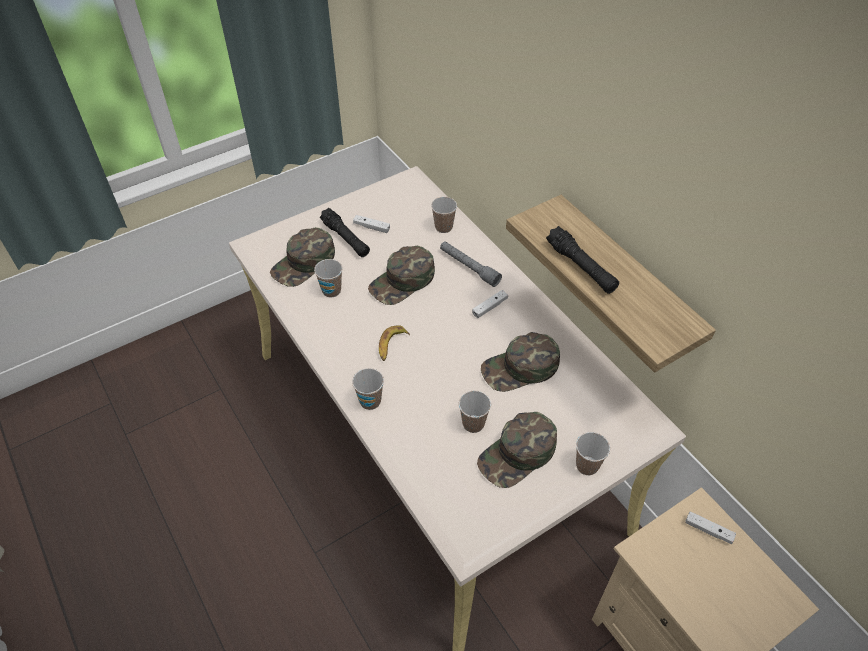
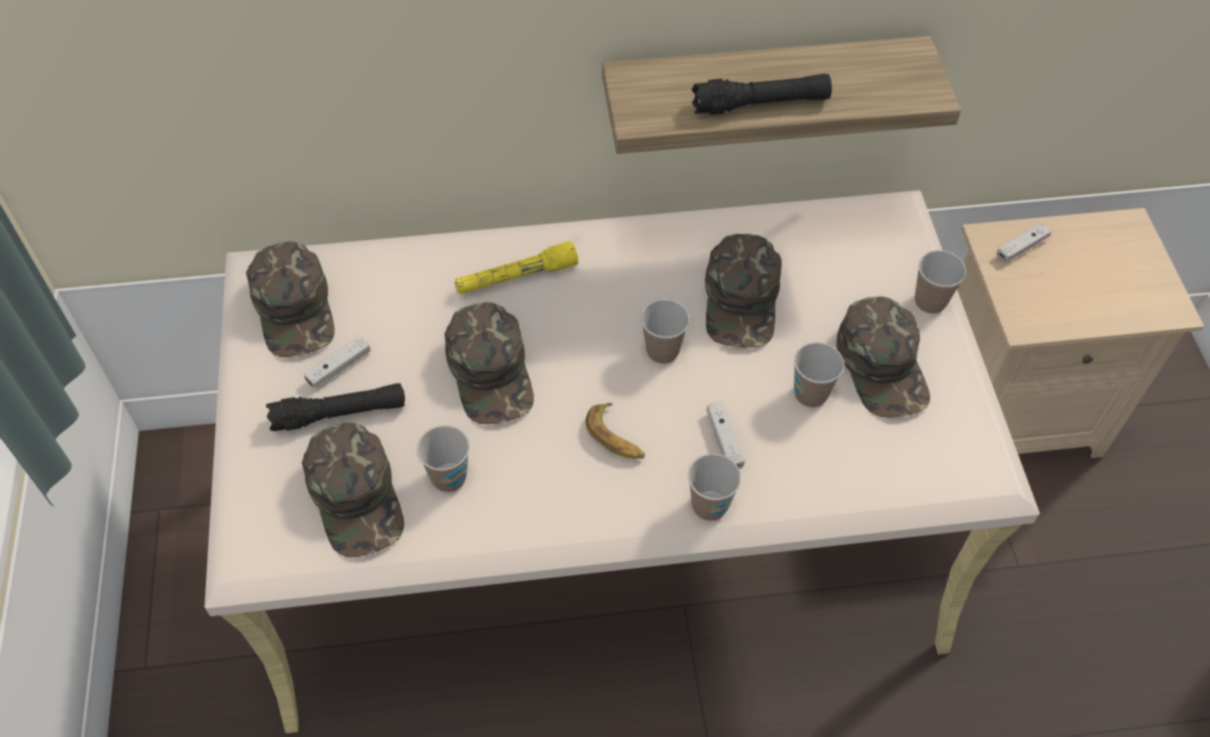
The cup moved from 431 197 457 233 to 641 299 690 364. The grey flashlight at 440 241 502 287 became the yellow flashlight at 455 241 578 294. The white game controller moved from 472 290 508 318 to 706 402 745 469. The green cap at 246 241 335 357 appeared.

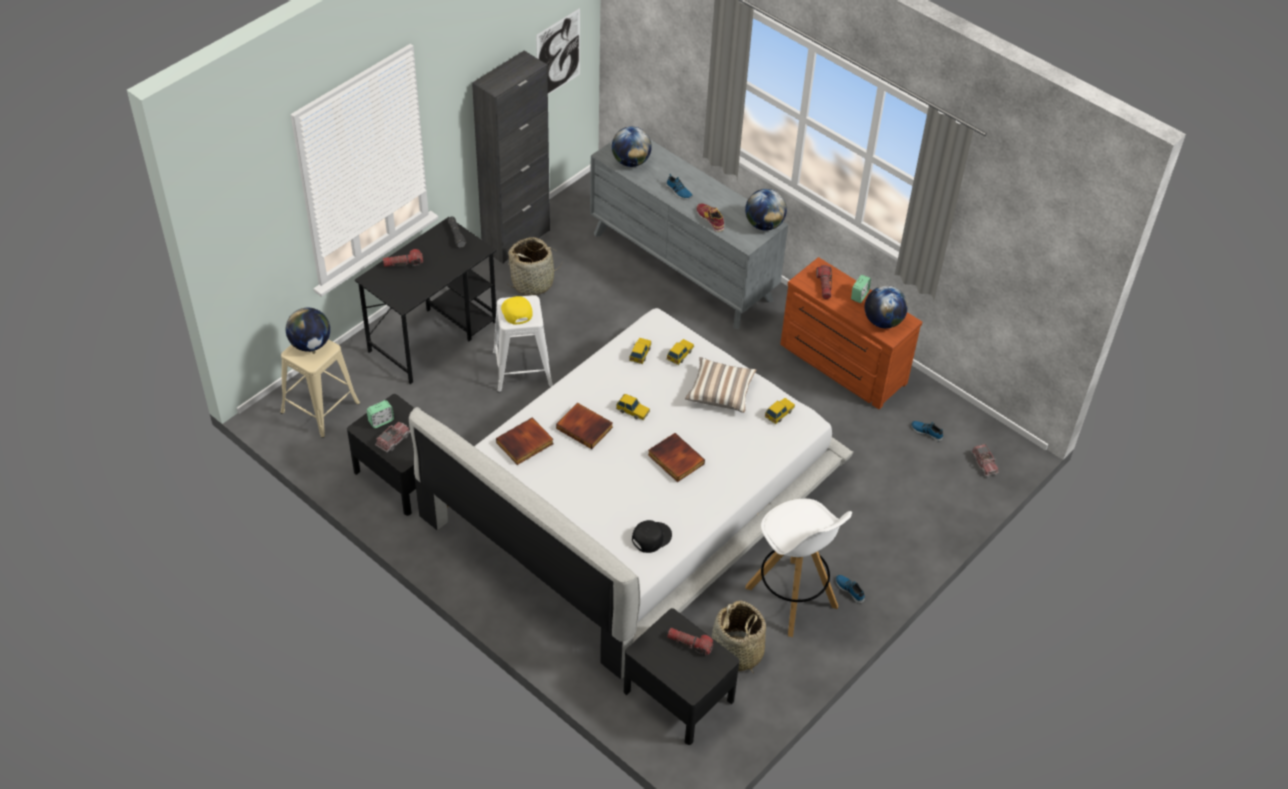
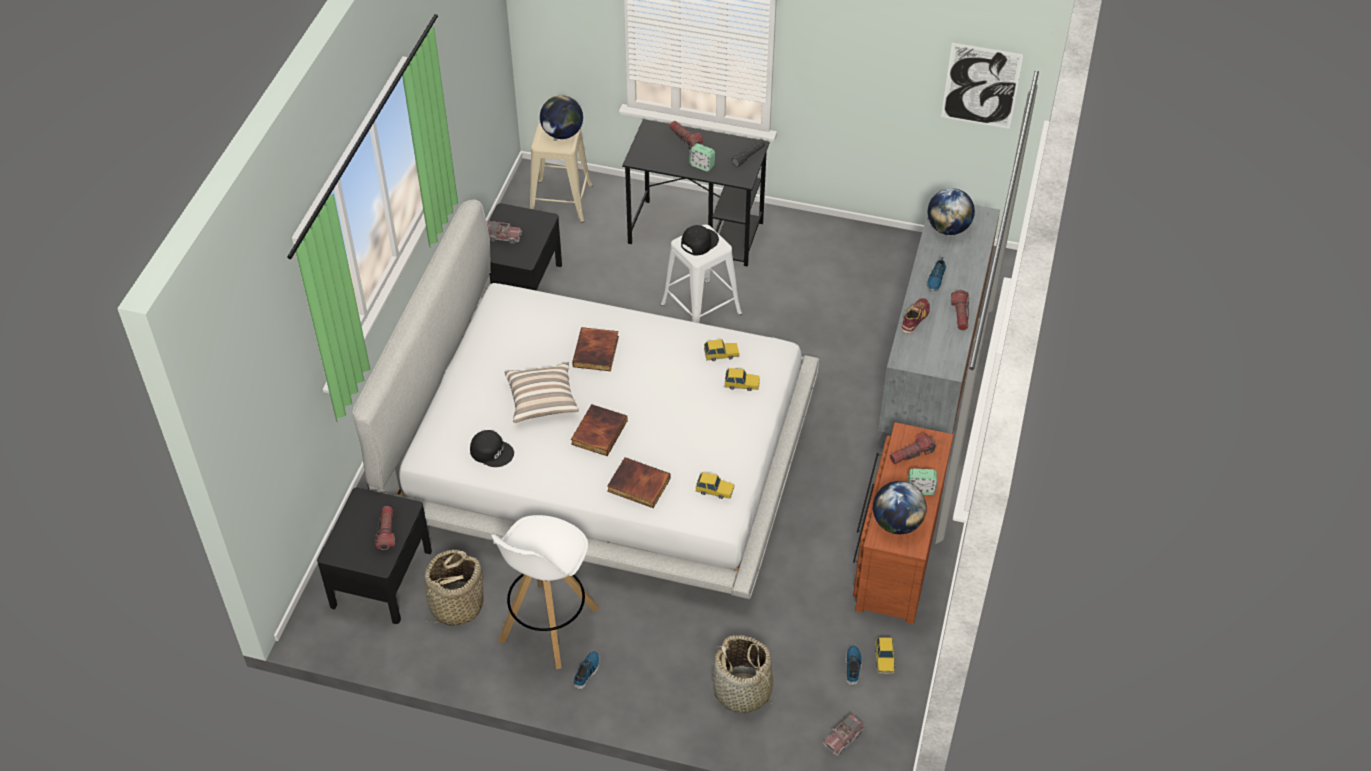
The alarm clock moved from 367 400 394 428 to 689 143 715 172. The black cabinet at 472 51 550 263 disappeared. The book moved from 496 418 554 465 to 607 457 671 508. The yellow cap at 501 296 532 324 became the black cap at 681 225 719 255. The basket moved from 507 237 563 296 to 713 635 777 713. The toy car moved from 616 394 650 420 to 875 637 896 674. The pillow moved from 685 357 757 413 to 504 362 579 423. The globe at 745 189 787 231 disappeared. The flashlight at 951 290 969 330 appeared.

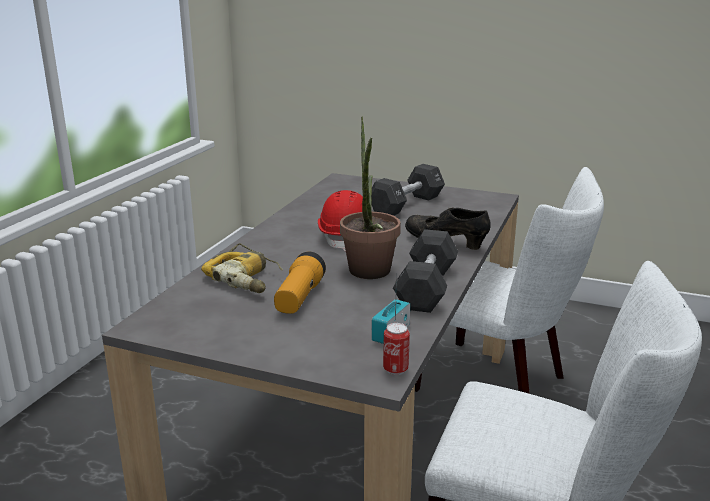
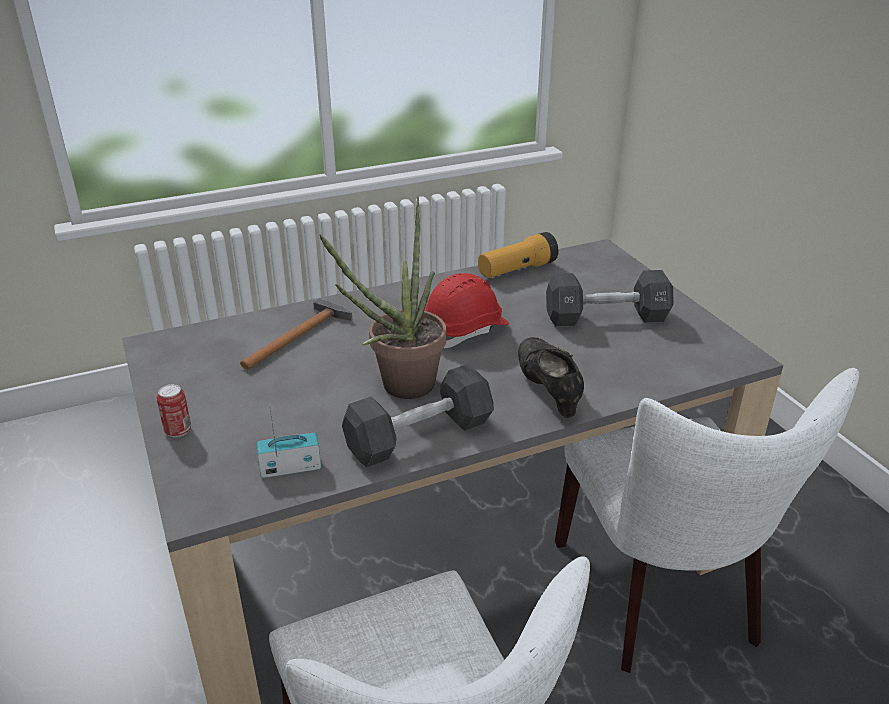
The power drill at 201 243 283 293 was replaced by the hammer at 240 298 353 369. The flashlight moved from 274 252 326 314 to 478 232 559 278. The can moved from 383 323 410 375 to 156 384 191 437.

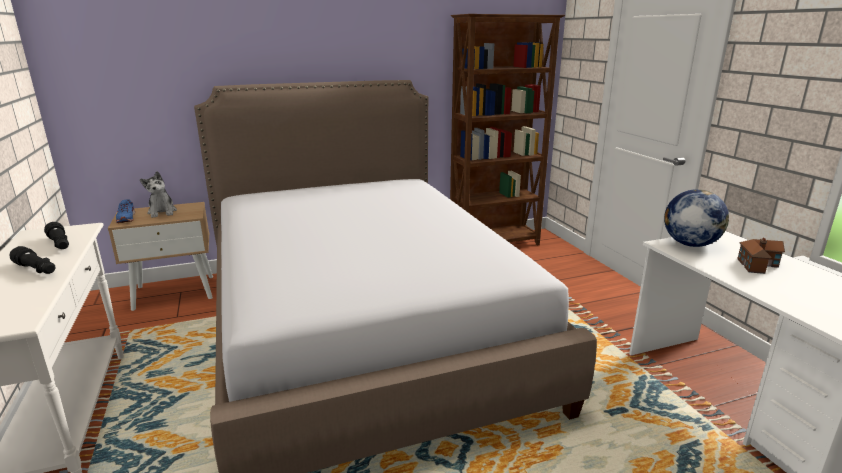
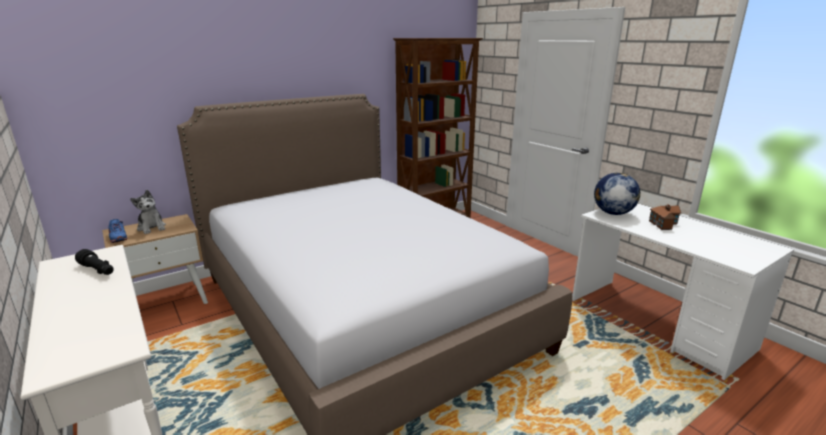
The black flashlight at 9 246 55 274 disappeared.

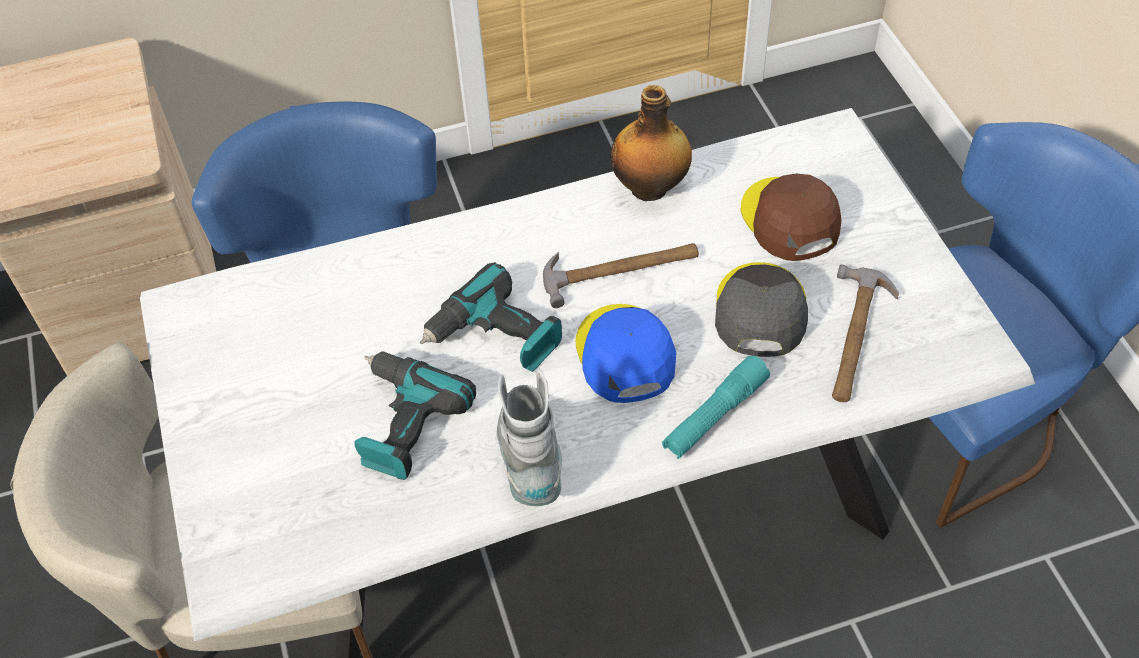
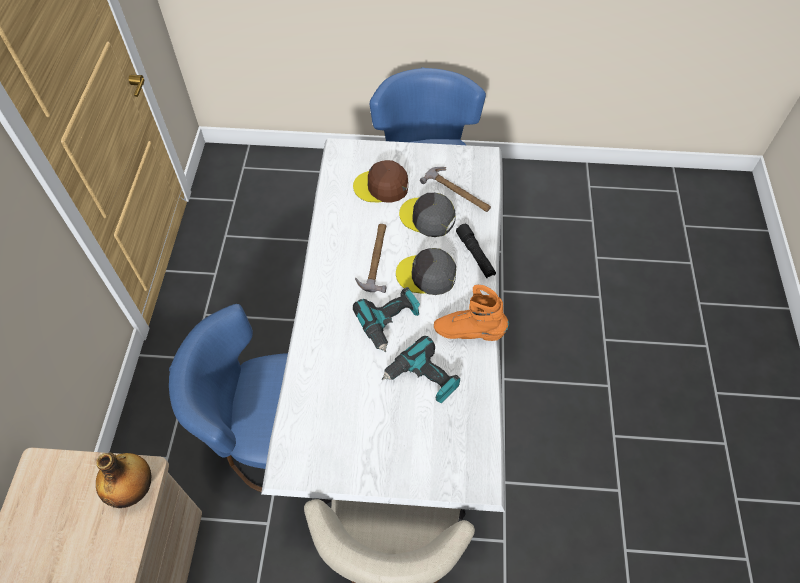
The grey boot at 497 368 562 506 became the orange boot at 434 285 509 341. The blue cap at 576 304 676 403 became the grey cap at 396 248 456 295. The bottle moved from 611 85 692 201 to 96 452 151 508. The turquoise flashlight at 662 355 770 459 became the black flashlight at 456 224 496 278.

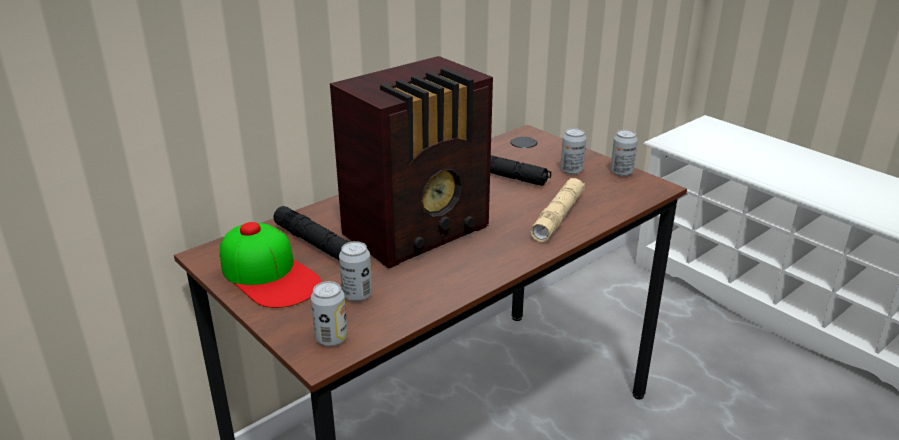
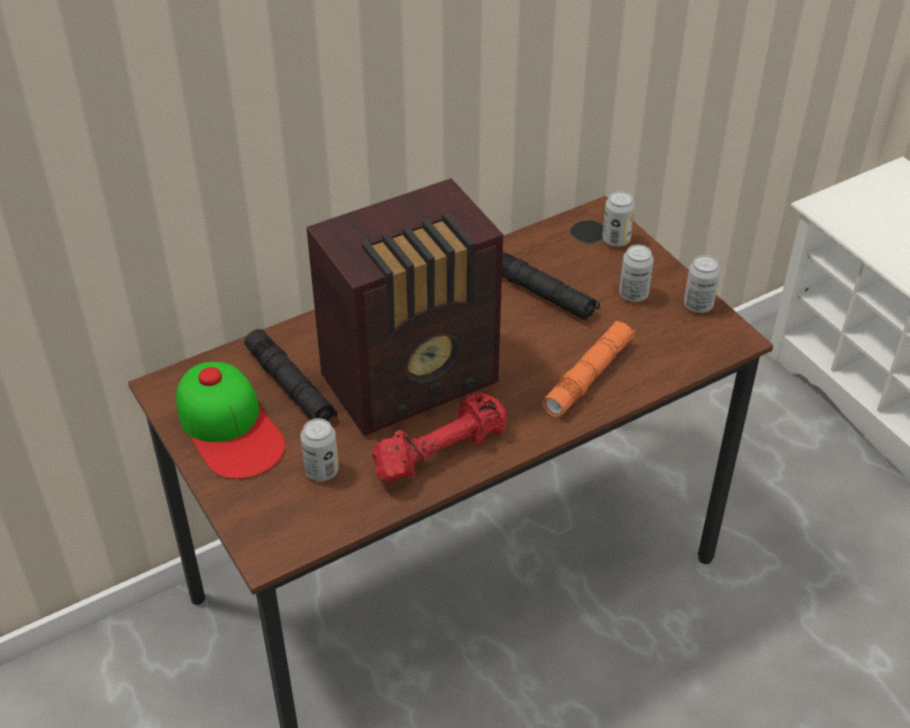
The can moved from 311 281 348 346 to 602 191 635 247. The beige flashlight at 530 178 585 242 became the orange flashlight at 542 321 636 417. The red dumbbell at 372 392 506 483 appeared.

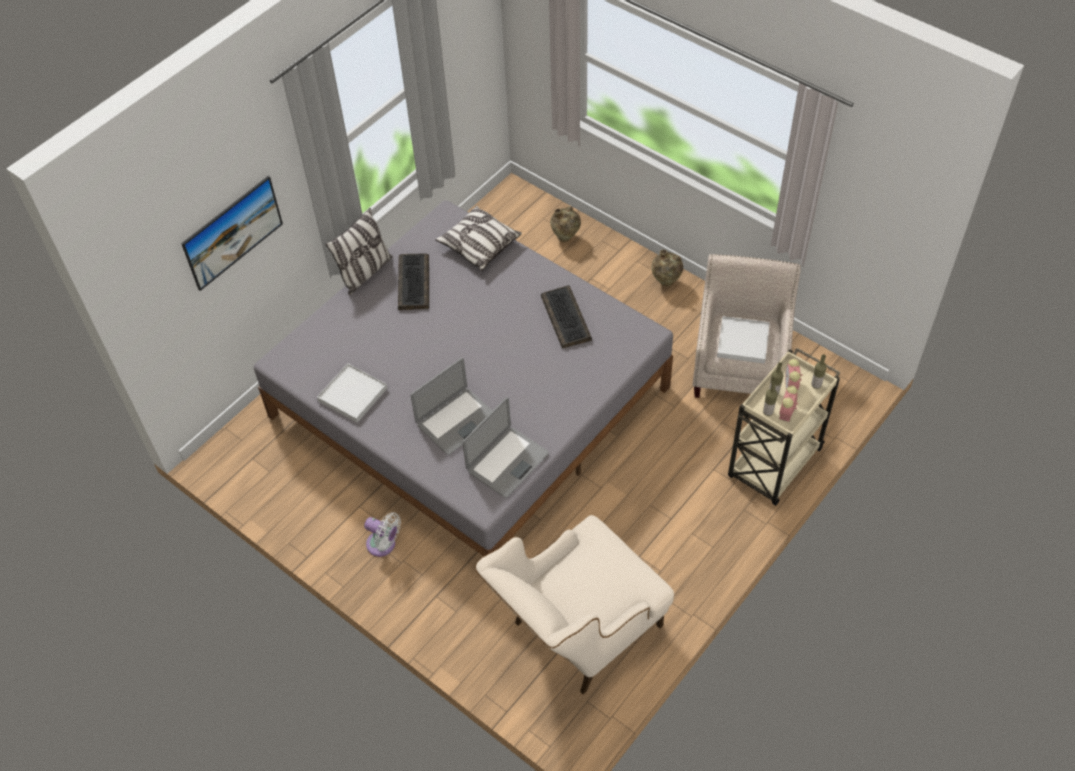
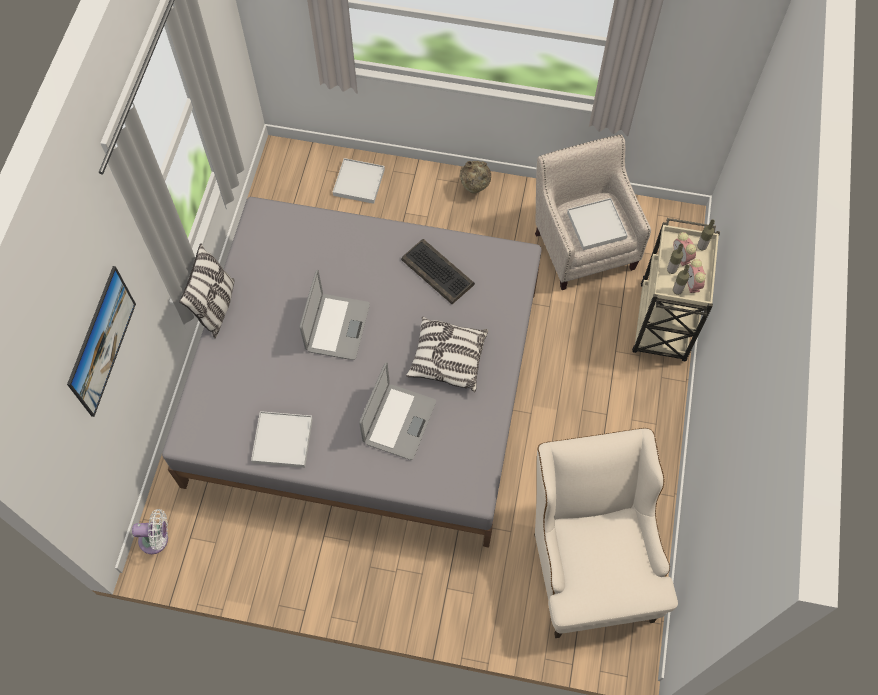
The white fan moved from 364 512 401 557 to 132 509 168 554. The keyboard at 398 253 429 310 disappeared. The pillow moved from 435 205 522 271 to 406 317 488 392. The laptop moved from 463 397 549 498 to 300 270 370 360. The beige armchair at 475 515 674 694 turned 150 degrees clockwise. The beige vase at 550 206 581 242 was replaced by the white tray at 333 158 385 204.

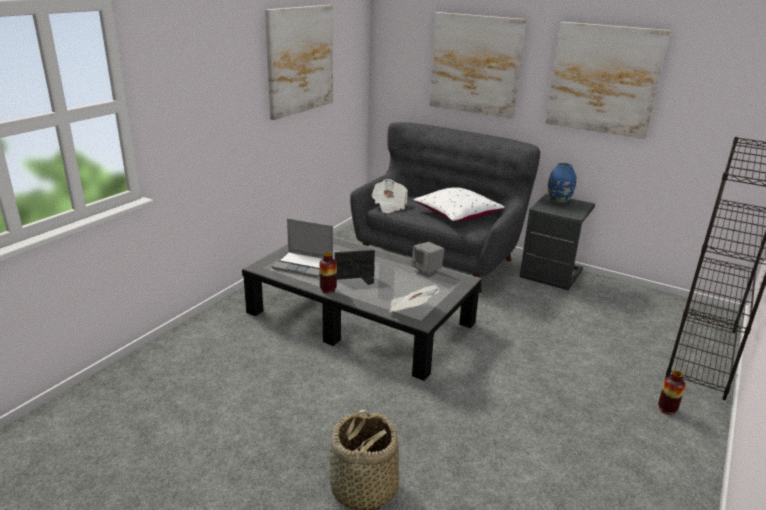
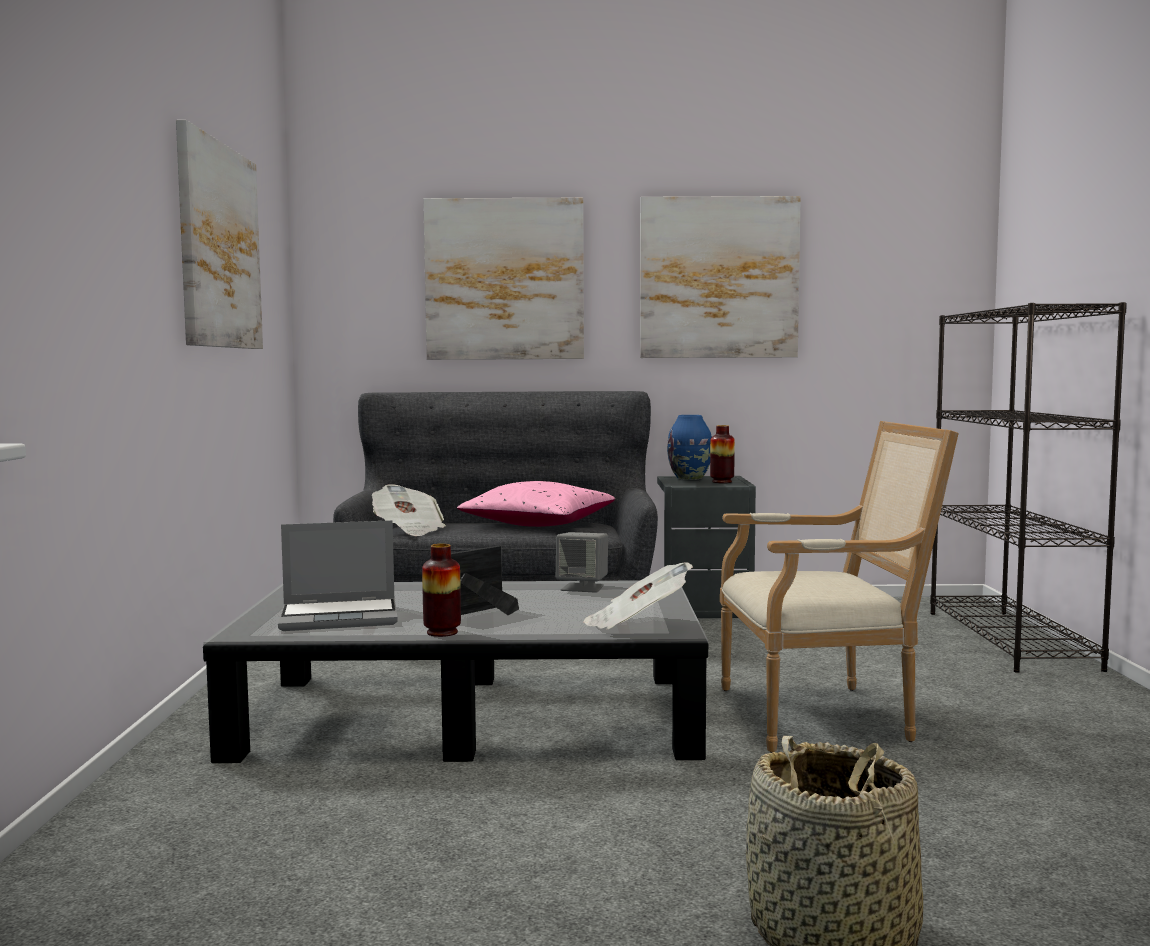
The white pillow at 413 187 505 222 became the pink pillow at 457 481 615 527. The vase moved from 658 370 686 415 to 710 425 735 483. The armchair at 720 421 959 753 appeared.

